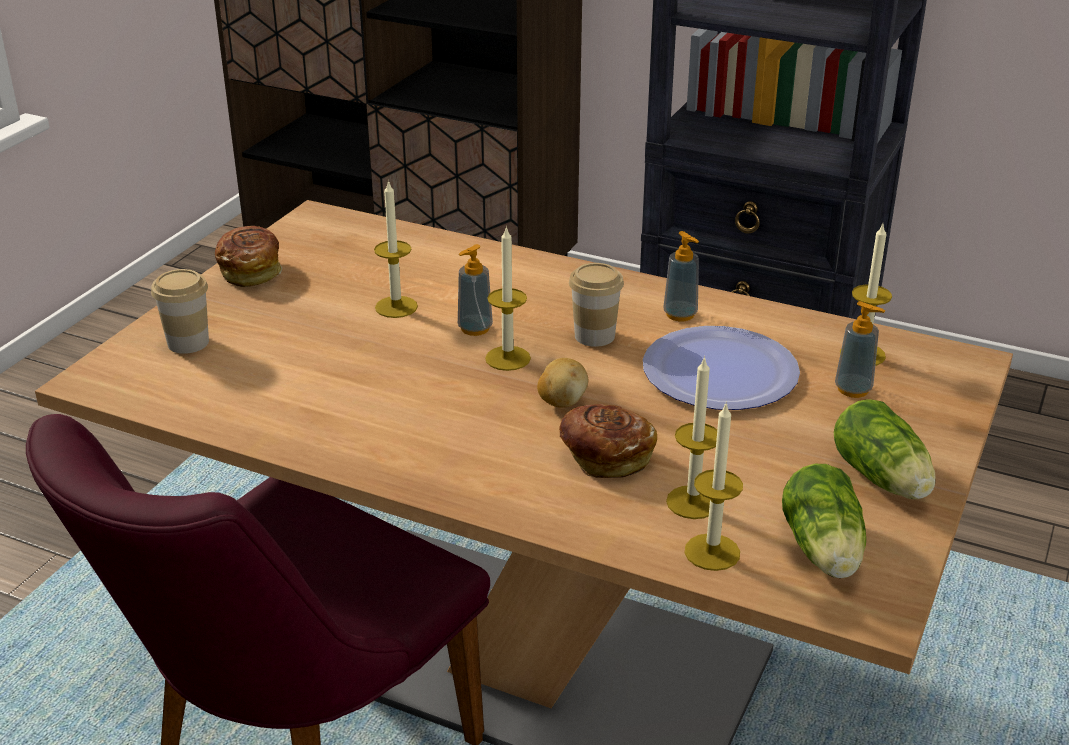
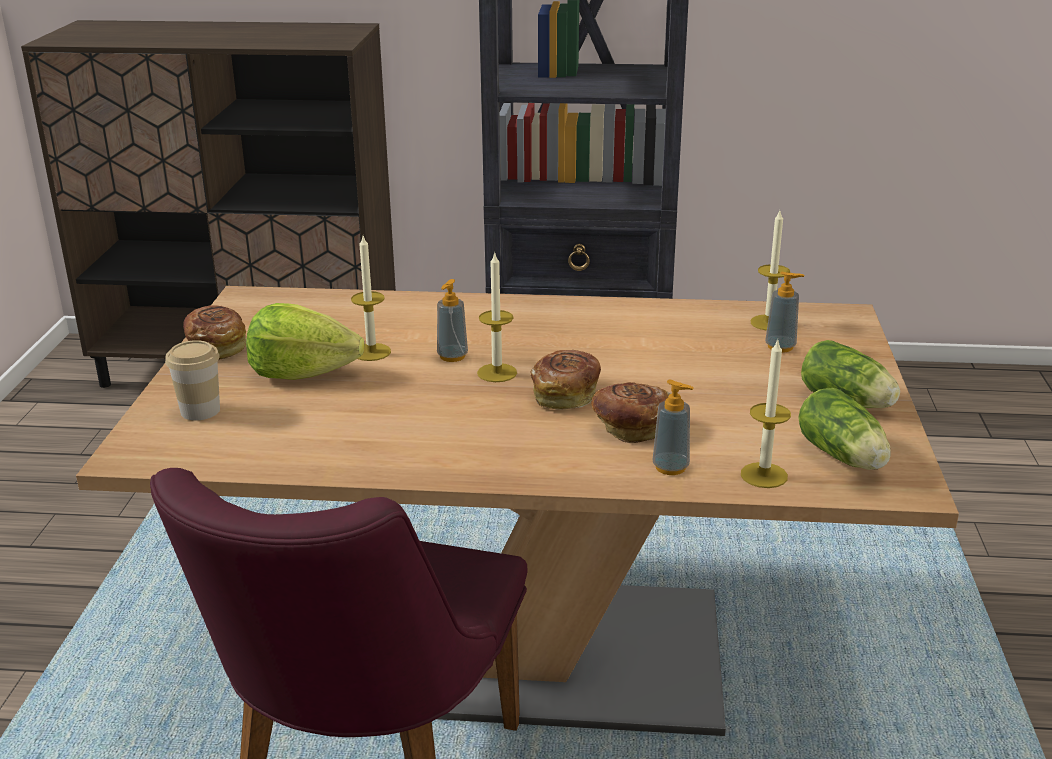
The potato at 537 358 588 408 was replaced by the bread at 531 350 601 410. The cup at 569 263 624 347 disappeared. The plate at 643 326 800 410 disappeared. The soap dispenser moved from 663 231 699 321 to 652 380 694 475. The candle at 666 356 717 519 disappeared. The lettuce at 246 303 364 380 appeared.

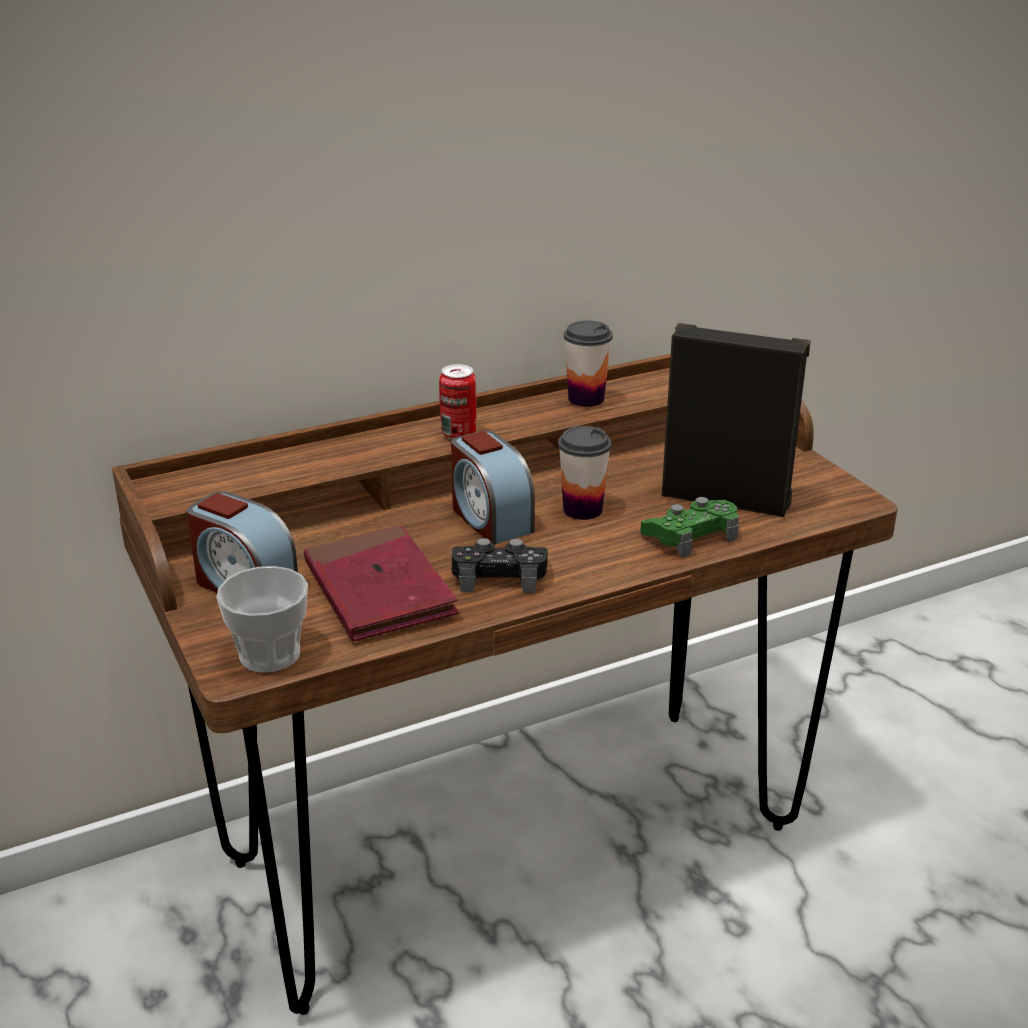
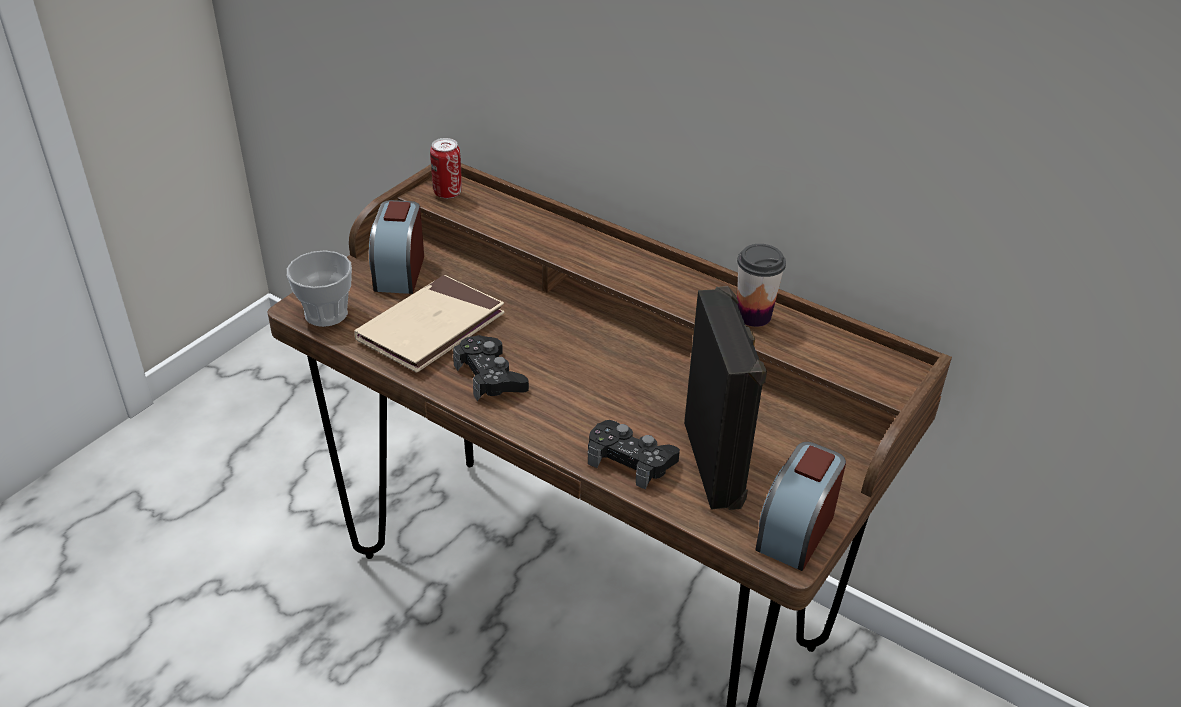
The red book at 304 525 459 641 became the beige book at 354 275 505 373. The can moved from 439 364 476 439 to 430 138 462 199. The alarm clock moved from 451 431 535 545 to 756 442 846 571. The cup at 558 426 612 520 disappeared. The green game controller at 640 497 739 558 became the black game controller at 588 420 680 489.

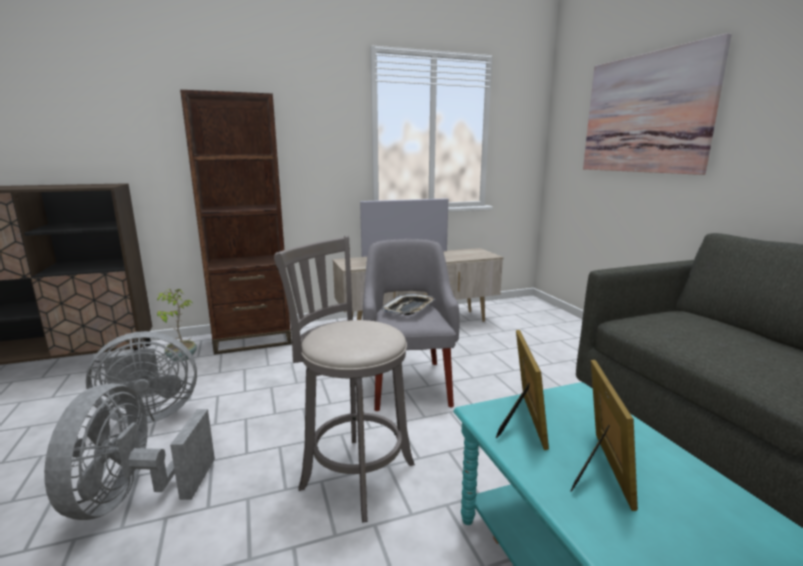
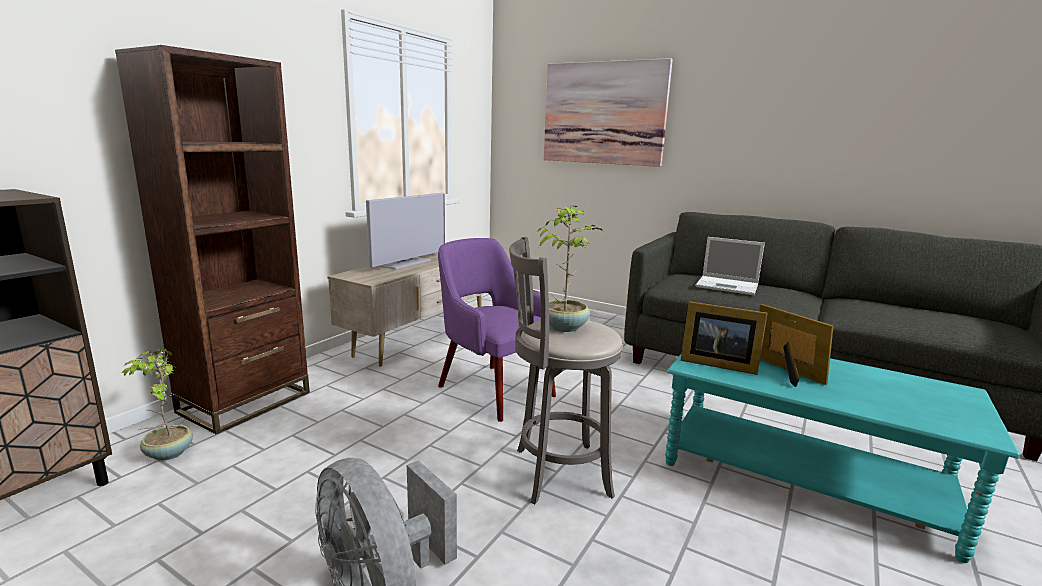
The grey fan at 86 331 197 424 disappeared. The grey armchair at 363 239 460 411 became the purple armchair at 438 238 556 422. The tray at 382 294 435 315 disappeared. The picture frame at 496 330 549 450 turned 150 degrees clockwise. The potted plant at 538 205 603 332 appeared. The laptop at 695 237 765 295 appeared.

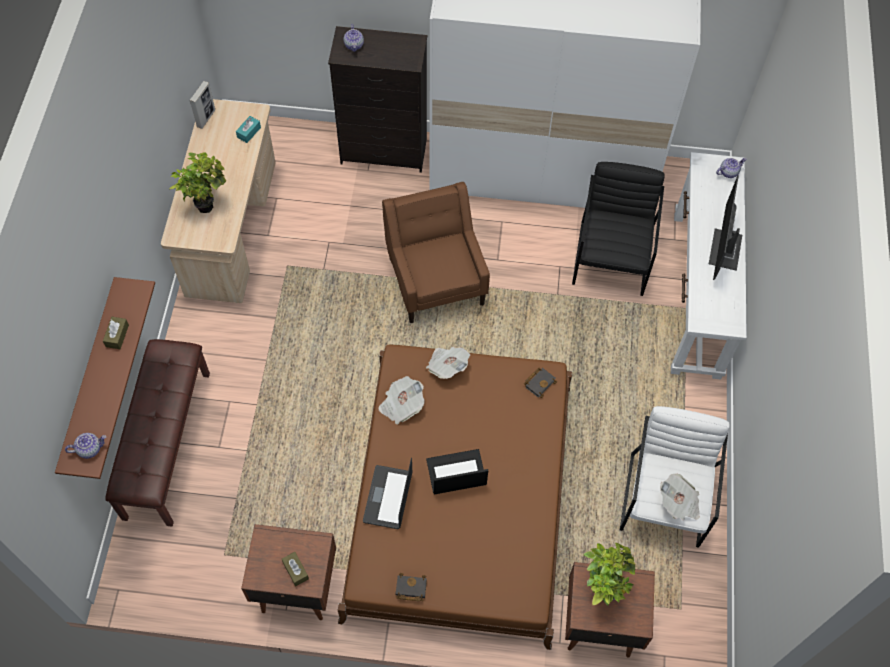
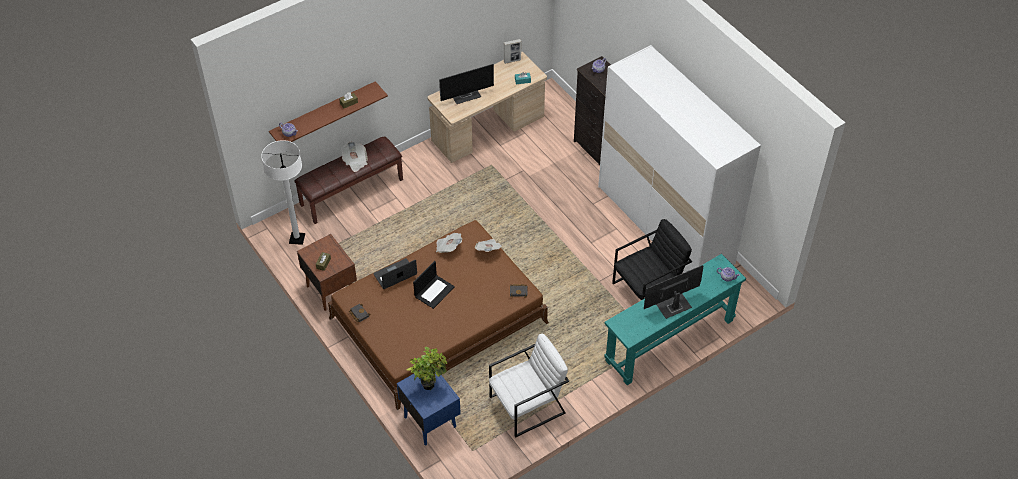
The potted plant at 169 153 226 213 was replaced by the monitor at 439 64 494 104. The brown armchair at 382 182 490 323 disappeared. The laptop at 426 449 488 494 turned 90 degrees clockwise. The brown nightstand at 565 562 655 658 became the blue nightstand at 397 370 461 445. The newspaper moved from 660 474 700 520 to 342 141 368 172. The white console table at 671 152 747 379 became the turquoise console table at 604 254 746 385. The white floor lamp at 261 140 305 245 appeared.

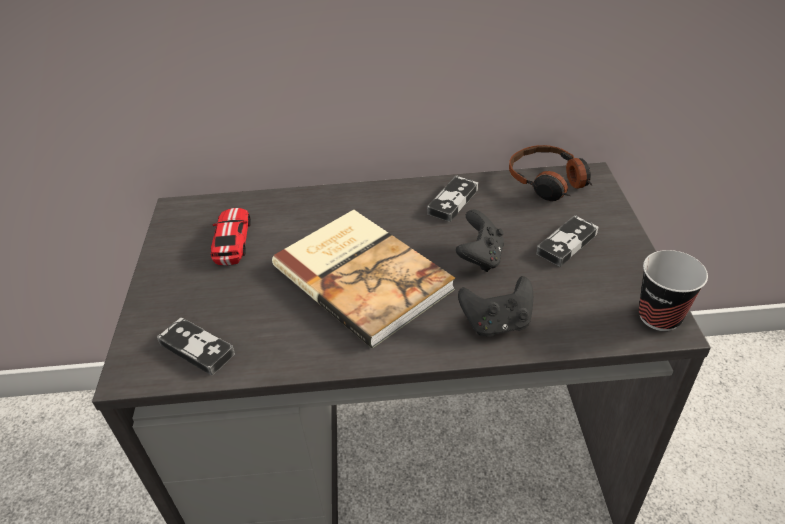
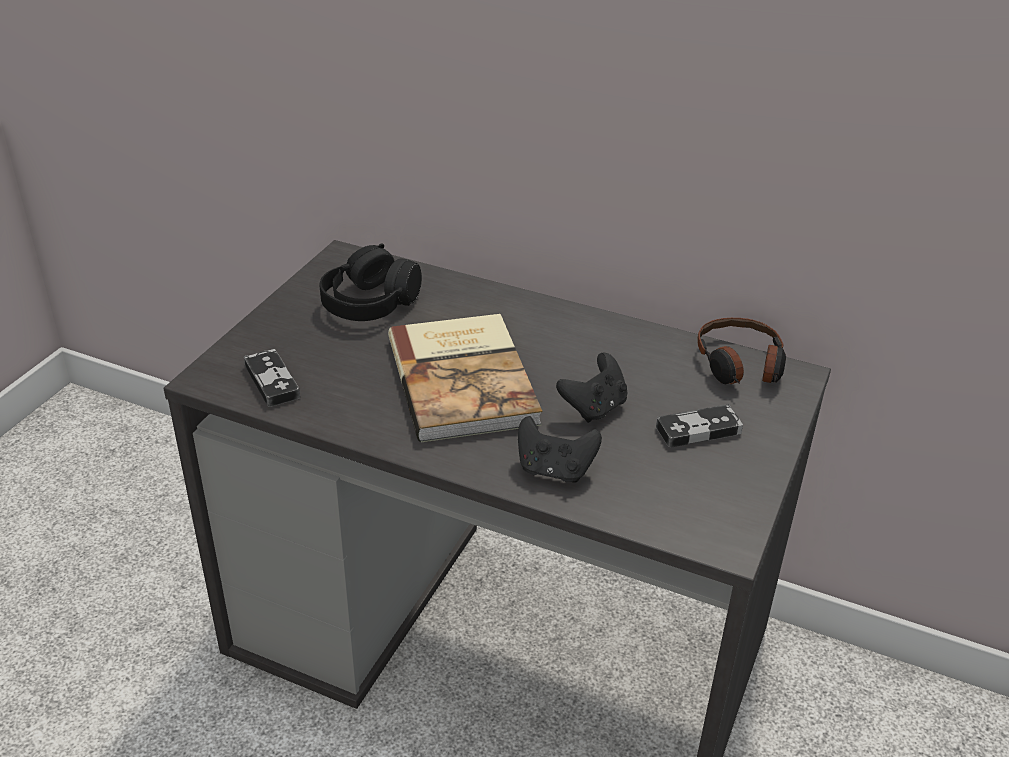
The toy car at 211 208 251 265 was replaced by the black headphones at 319 243 422 321. The game controller at 427 175 478 222 disappeared. The cup at 639 250 708 331 disappeared.

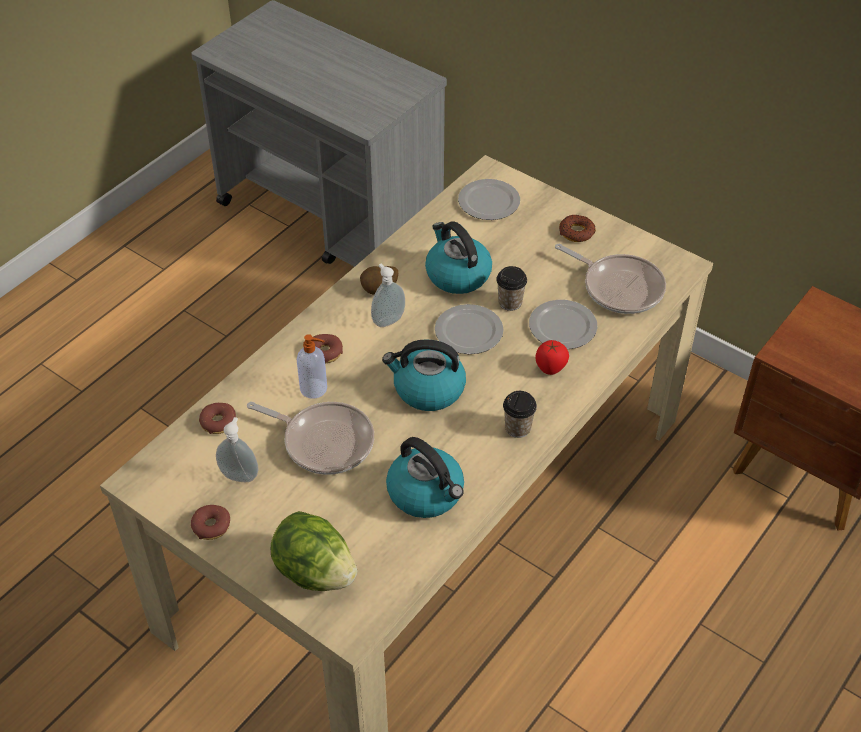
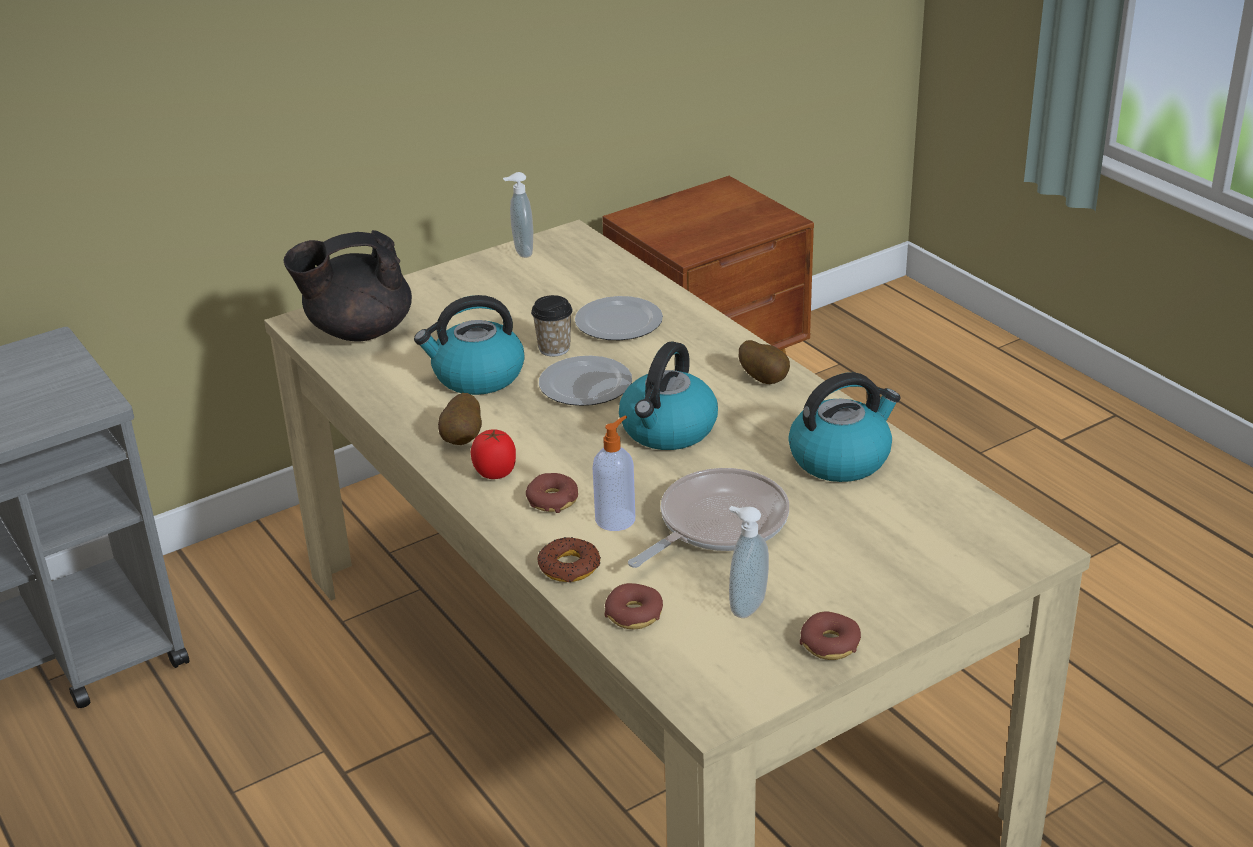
The lettuce at 271 511 357 591 disappeared. The soap dispenser moved from 371 264 405 327 to 503 172 533 258. The plate at 458 179 520 220 was replaced by the black teapot at 284 230 412 342. The cup at 503 391 537 438 was replaced by the potato at 739 340 790 384. The tomato moved from 535 340 569 375 to 471 429 516 479. The frying pan at 555 244 666 314 disappeared. The donut moved from 559 215 596 242 to 537 537 601 582.

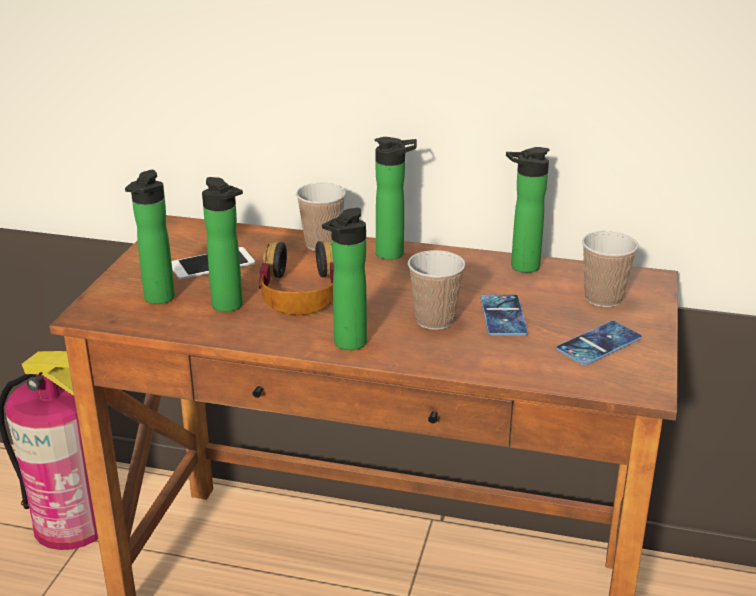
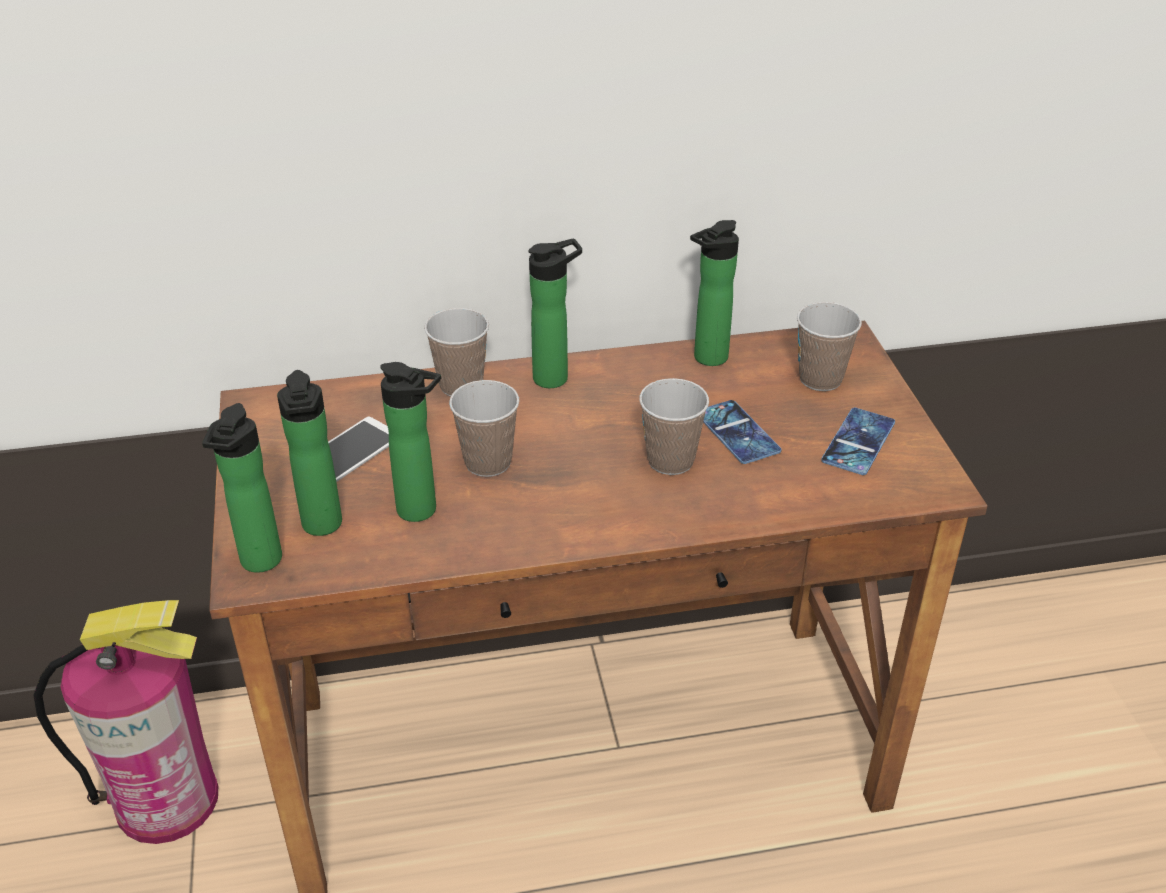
The headphones at 259 241 334 315 was replaced by the cup at 449 380 519 477. The bottle moved from 322 208 367 350 to 202 403 282 573.

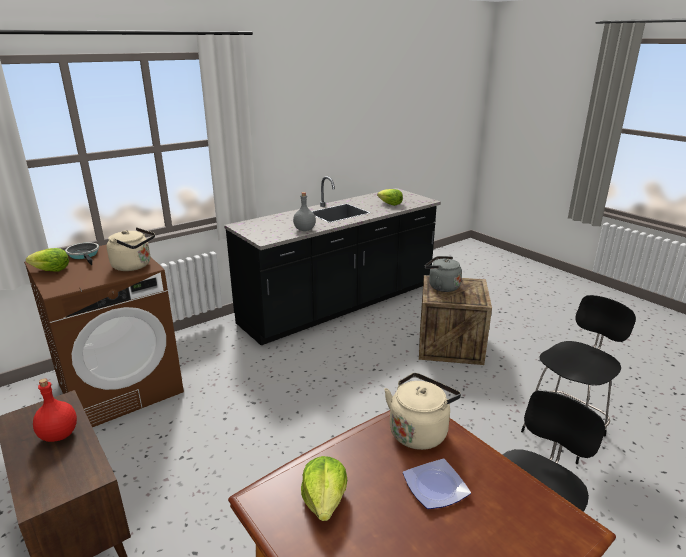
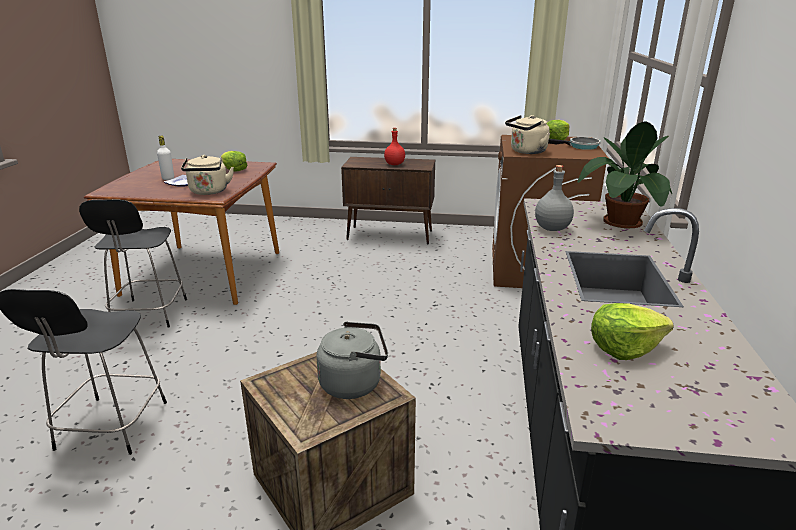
The white bottle at 157 136 174 180 appeared. The potted plant at 577 121 672 228 appeared.

